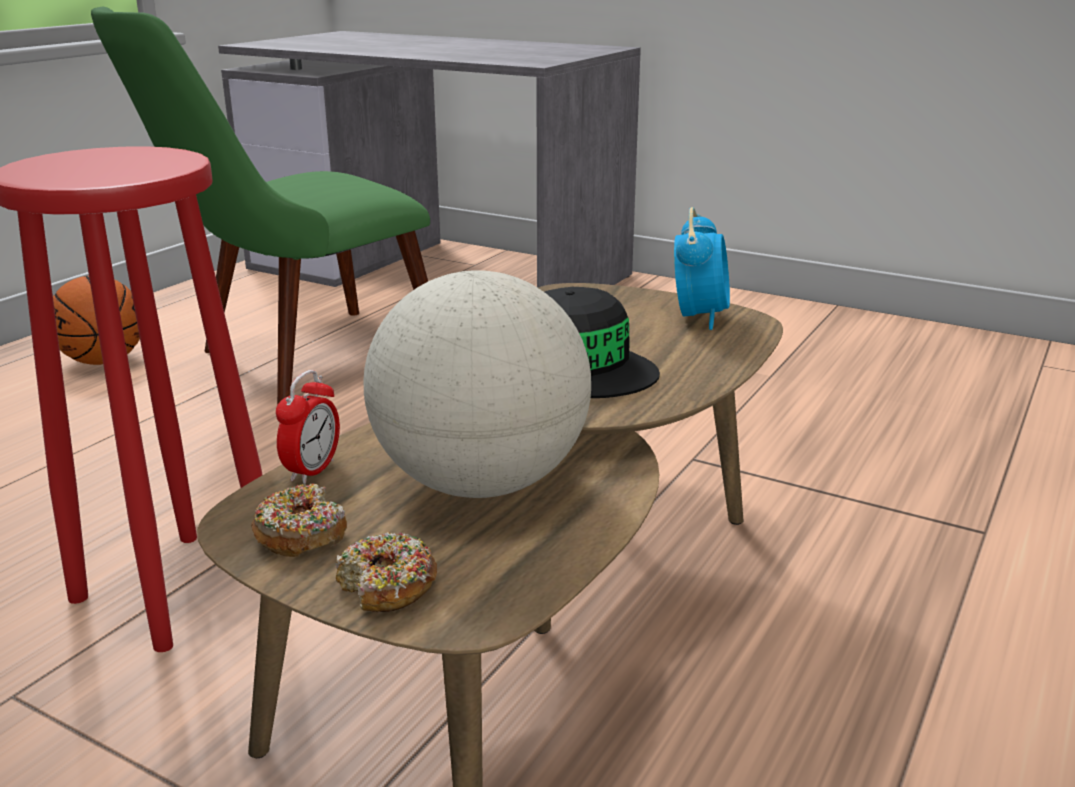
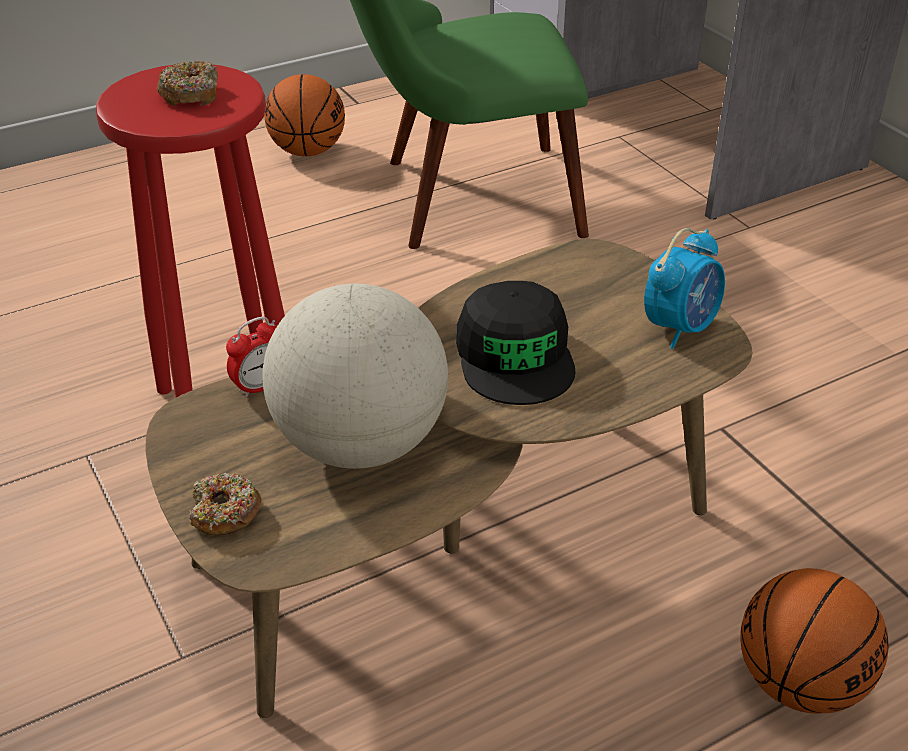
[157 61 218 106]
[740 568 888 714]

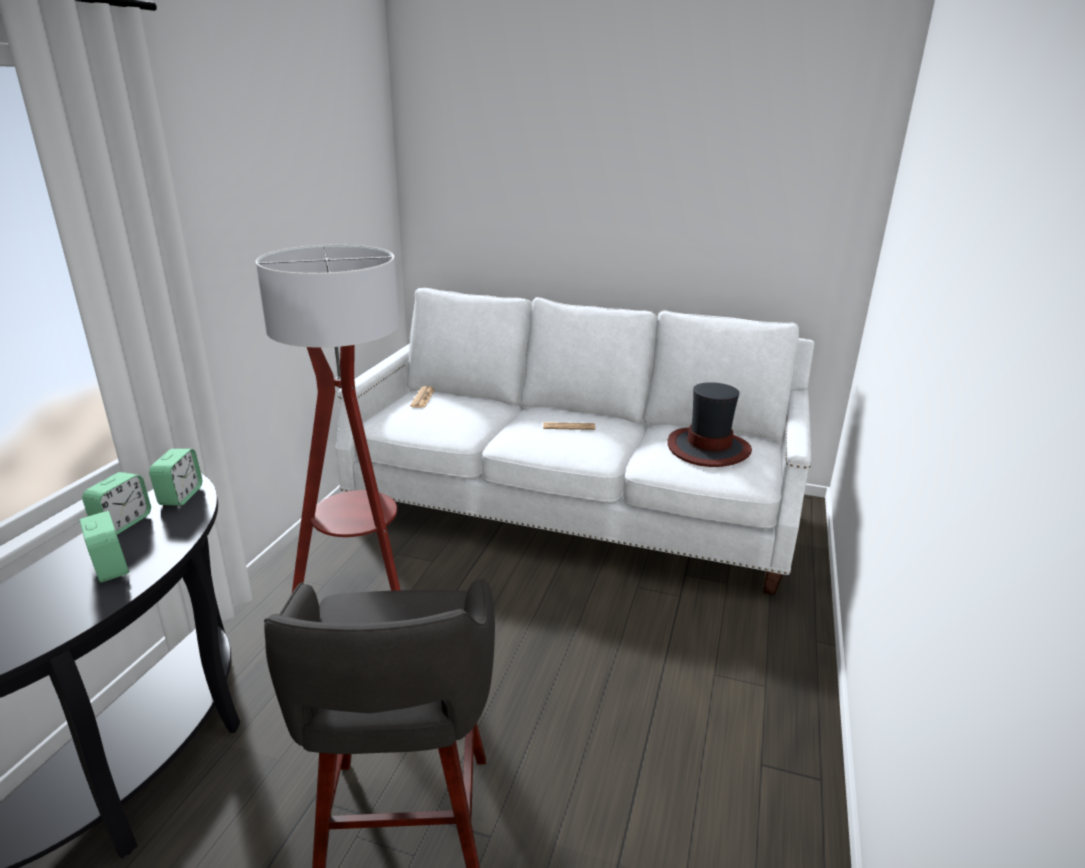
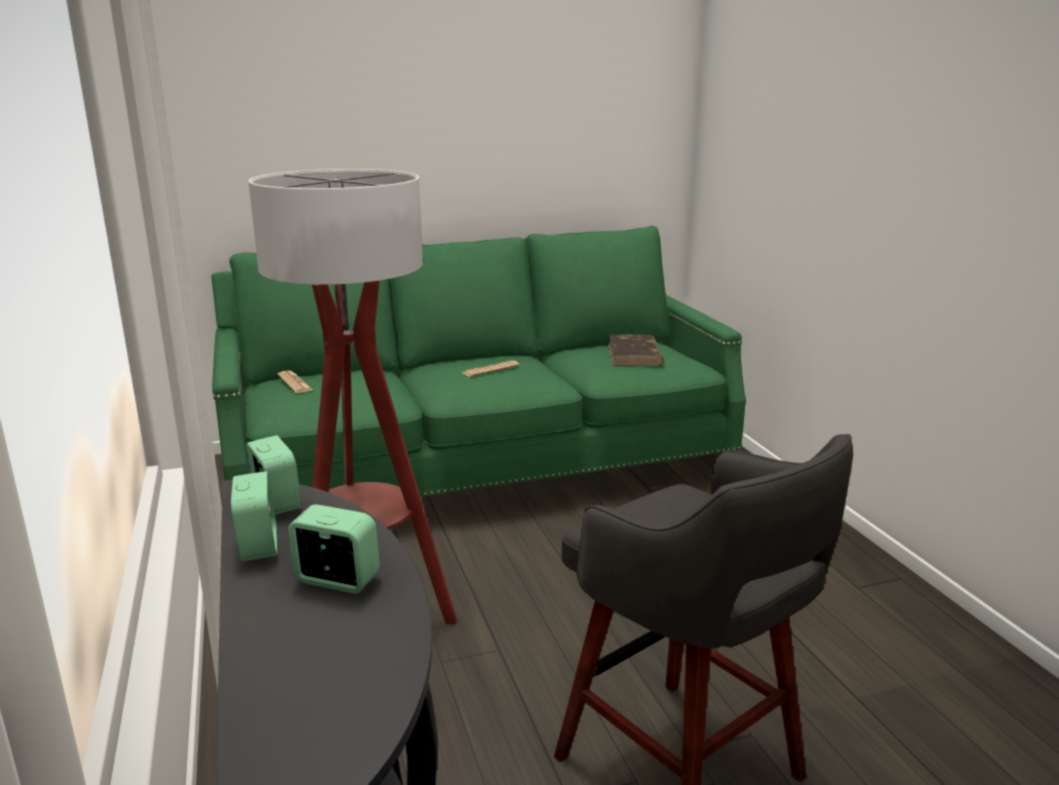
[211 226 746 497]
[608 335 663 366]

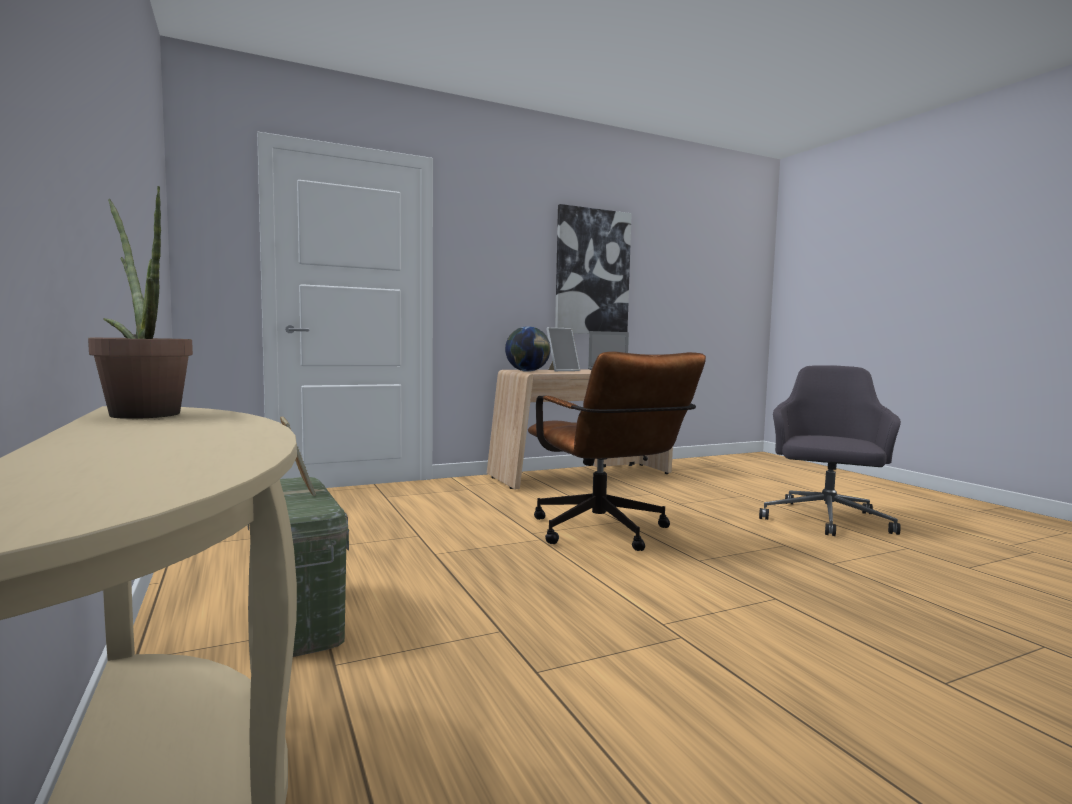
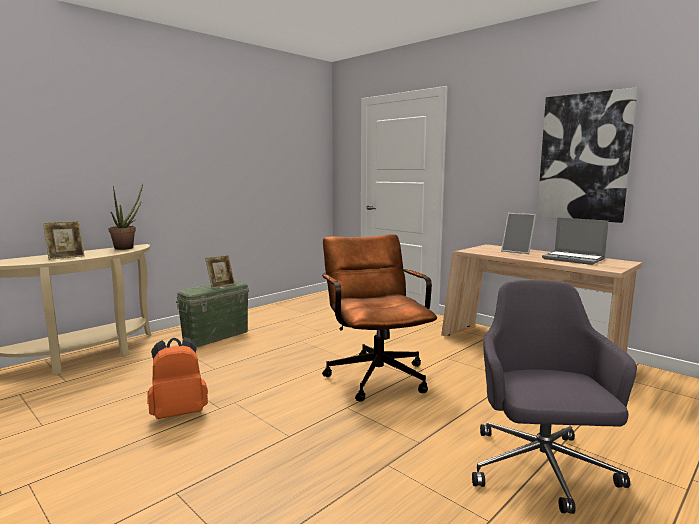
[505 326 550 372] (first image)
[322 234 437 402]
[472 280 637 514]
[43 221 85 260]
[147 337 208 419]

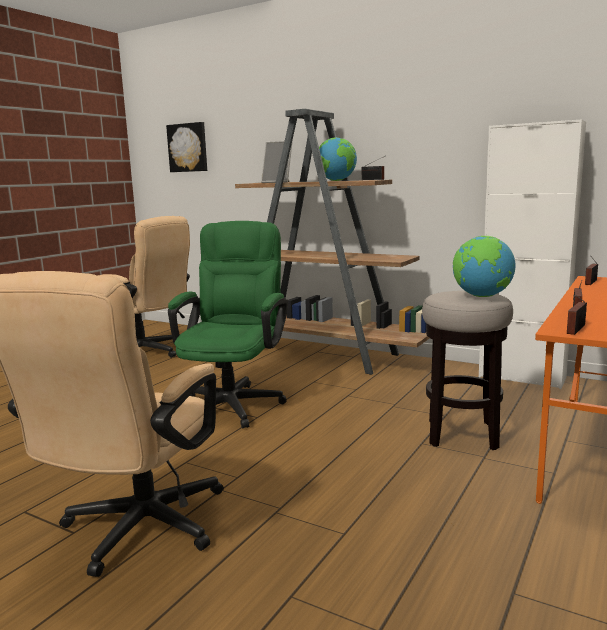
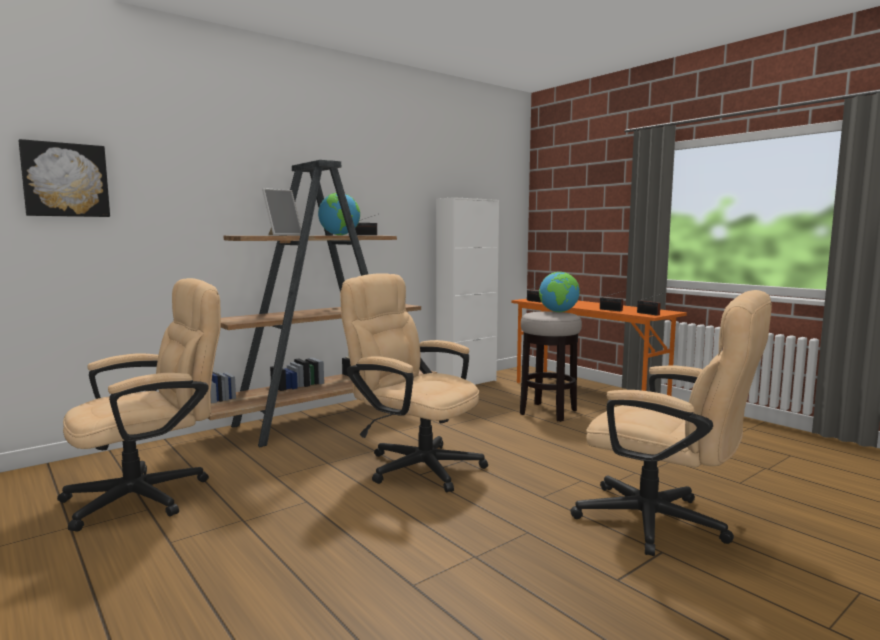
[340 273 488 492]

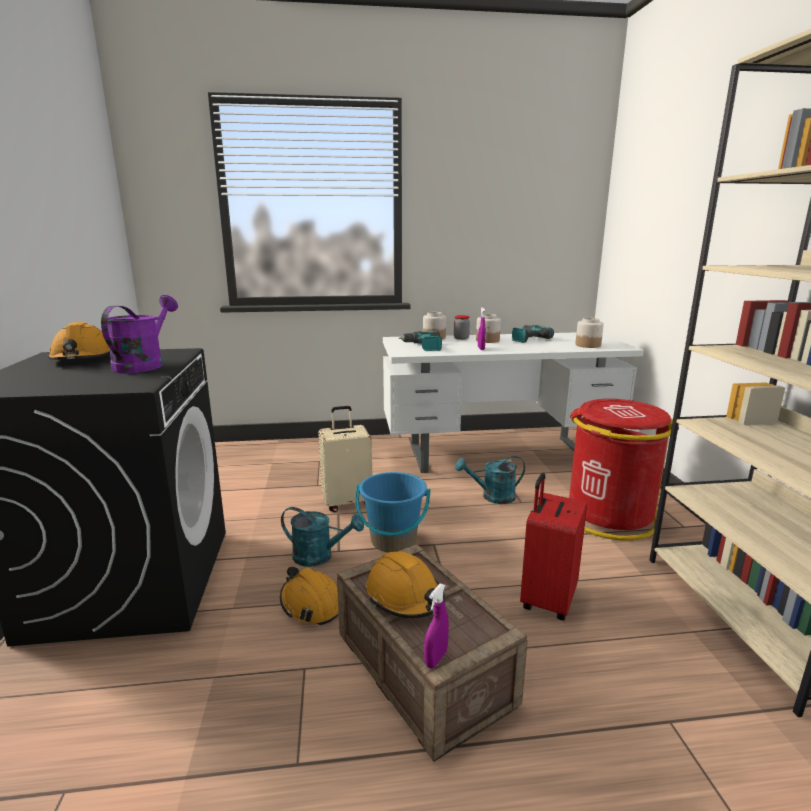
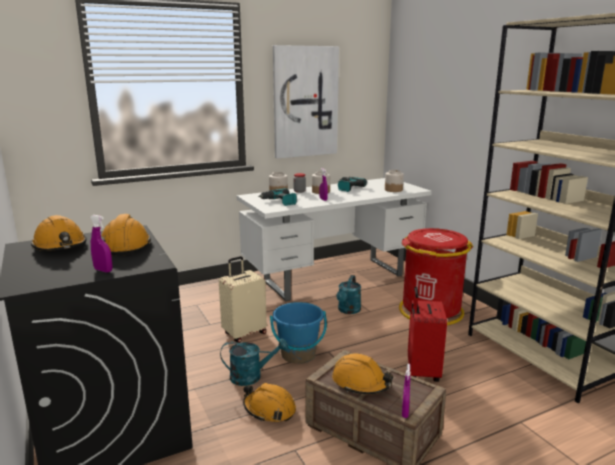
[101 214 151 256]
[336 275 361 314]
[90 215 112 272]
[273 45 339 159]

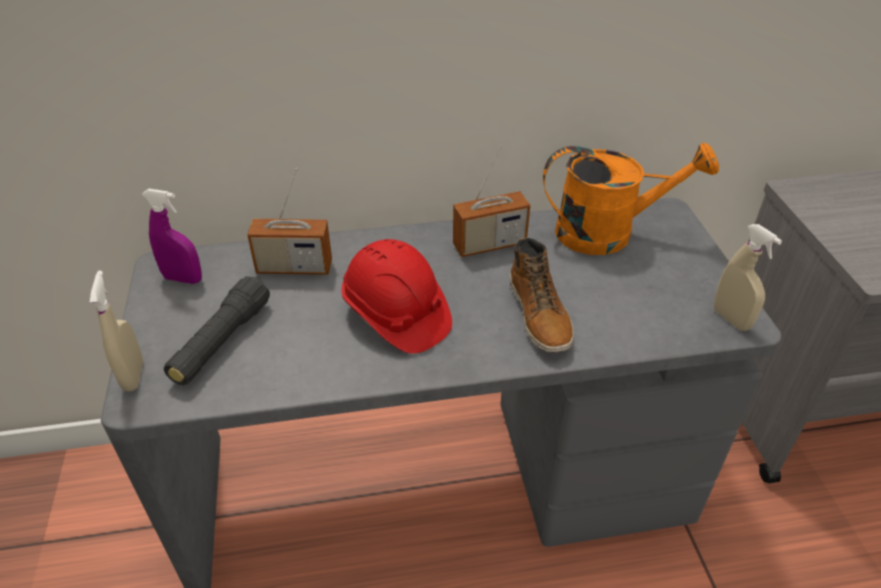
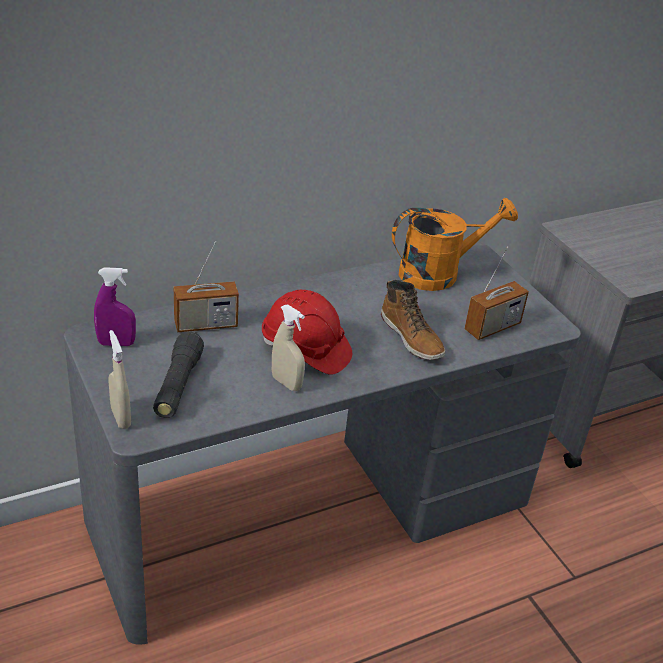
[464 246 529 340]
[272 305 305 391]

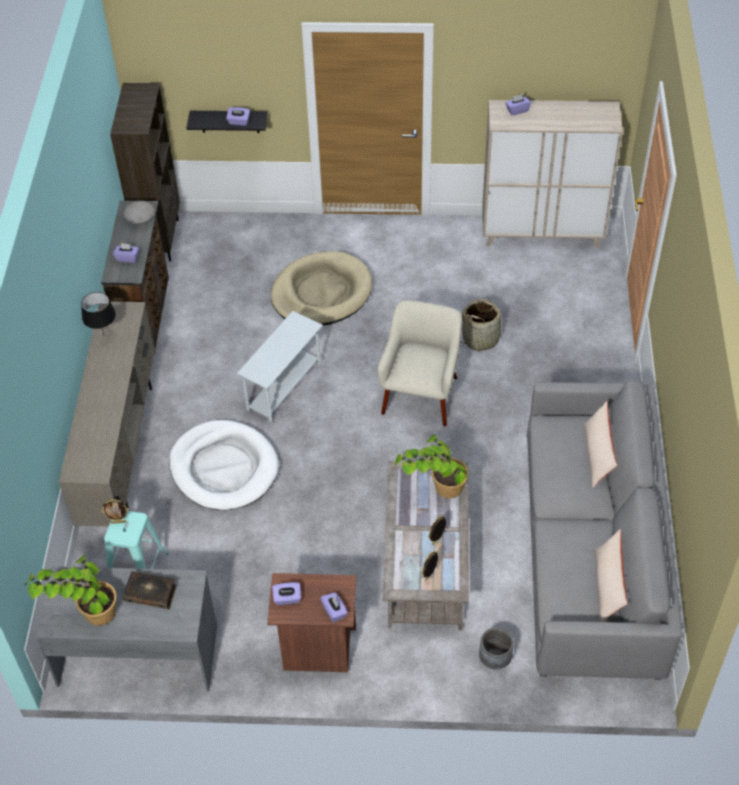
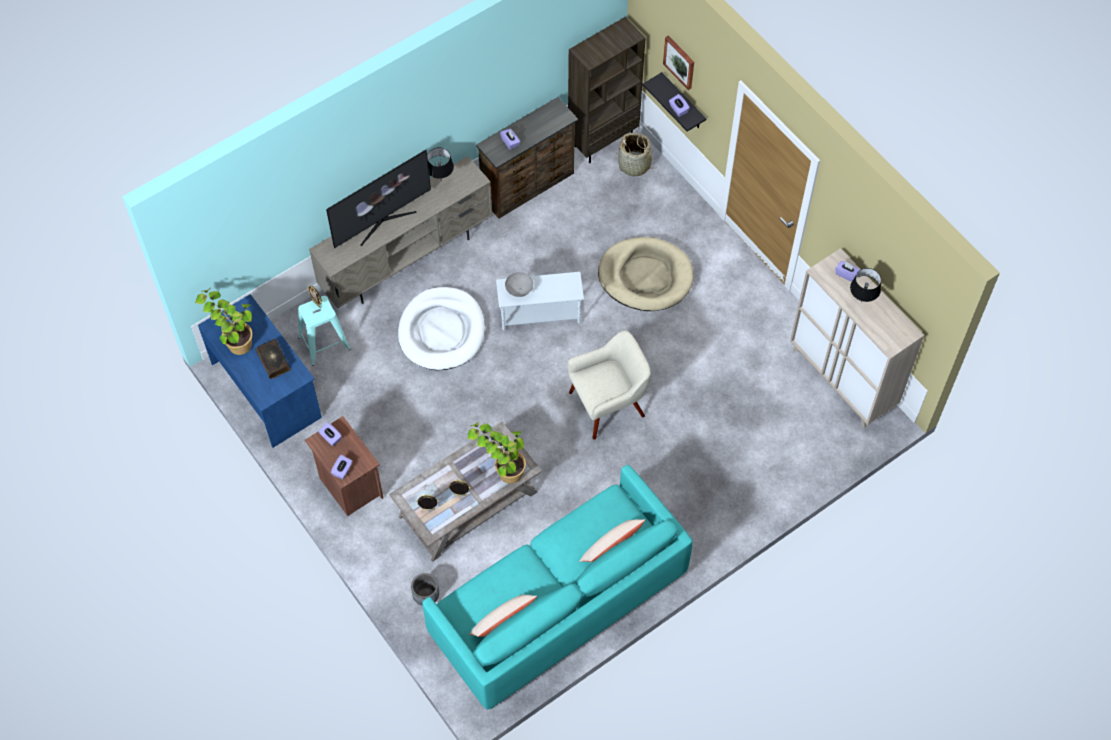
[198 294 322 448]
[505 272 533 297]
[616 133 655 176]
[422 465 693 709]
[326 150 431 248]
[663 36 694 90]
[850 268 881 303]

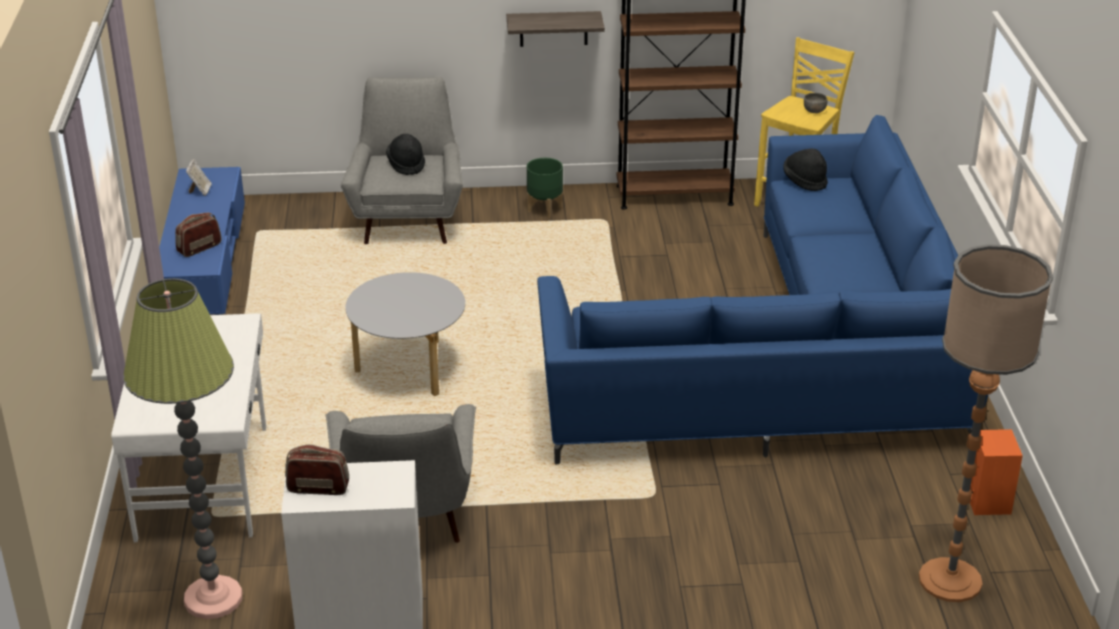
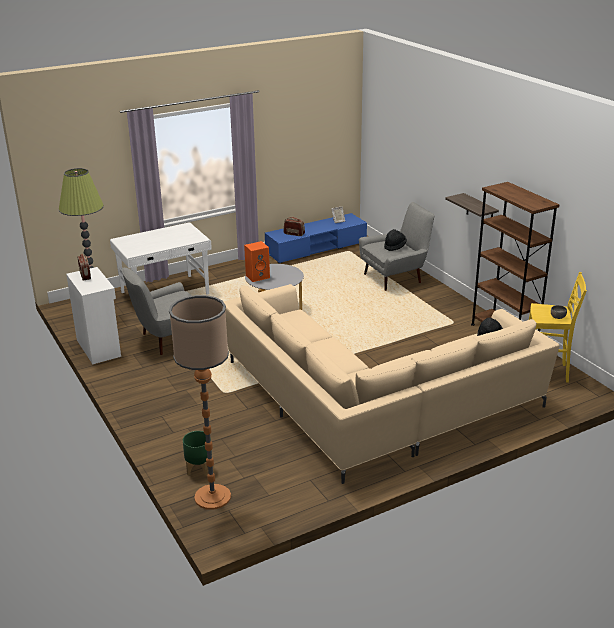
[183 431 212 476]
[223 284 560 484]
[244 241 270 282]

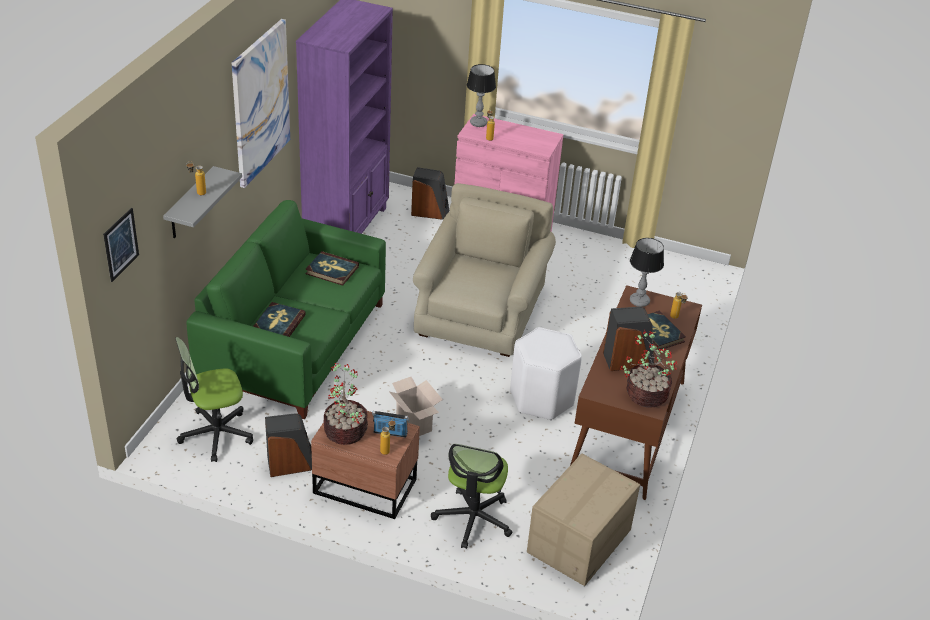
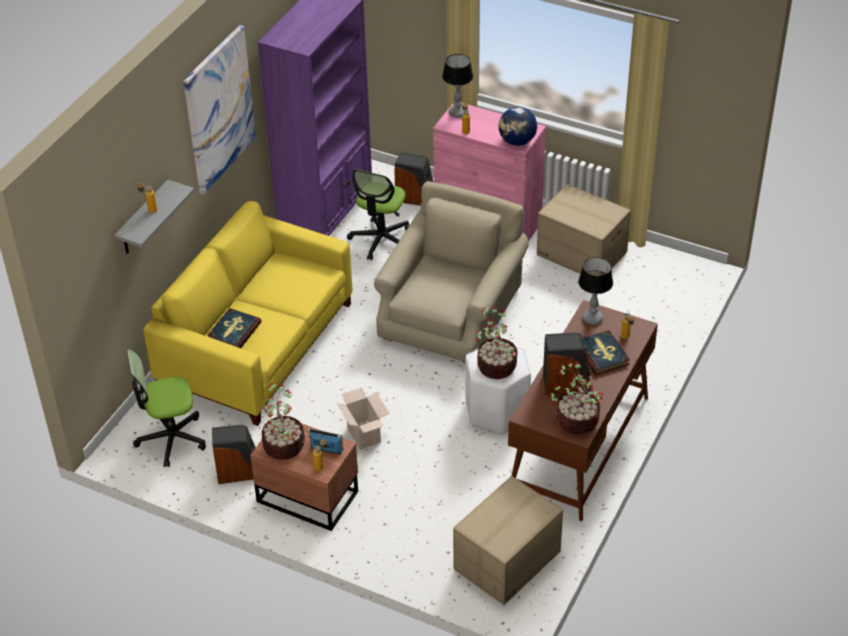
[103 208 139 282] (first image)
[143 201 353 426]
[305 251 359 286] (first image)
[347 169 409 260]
[476 306 518 379]
[499 107 537 146]
[537 184 631 276]

